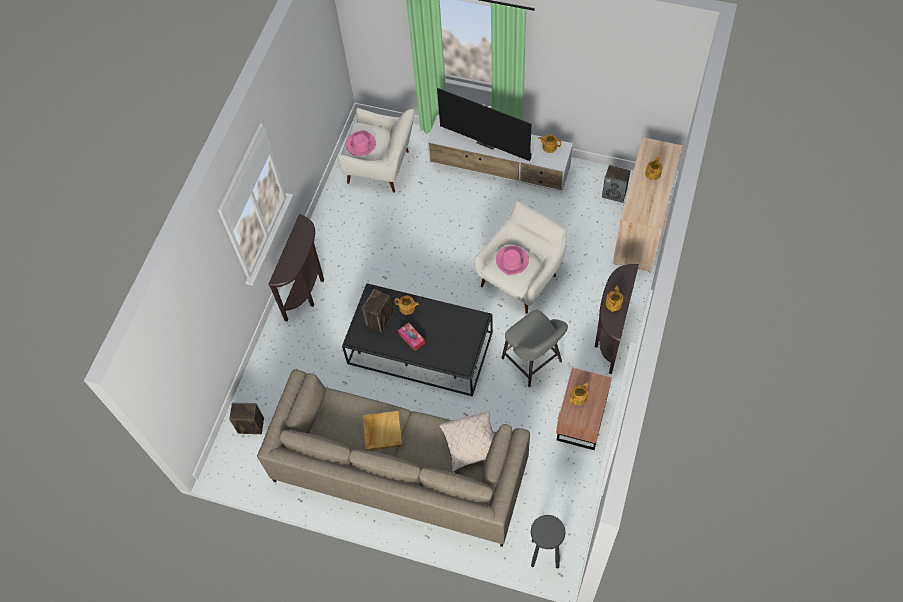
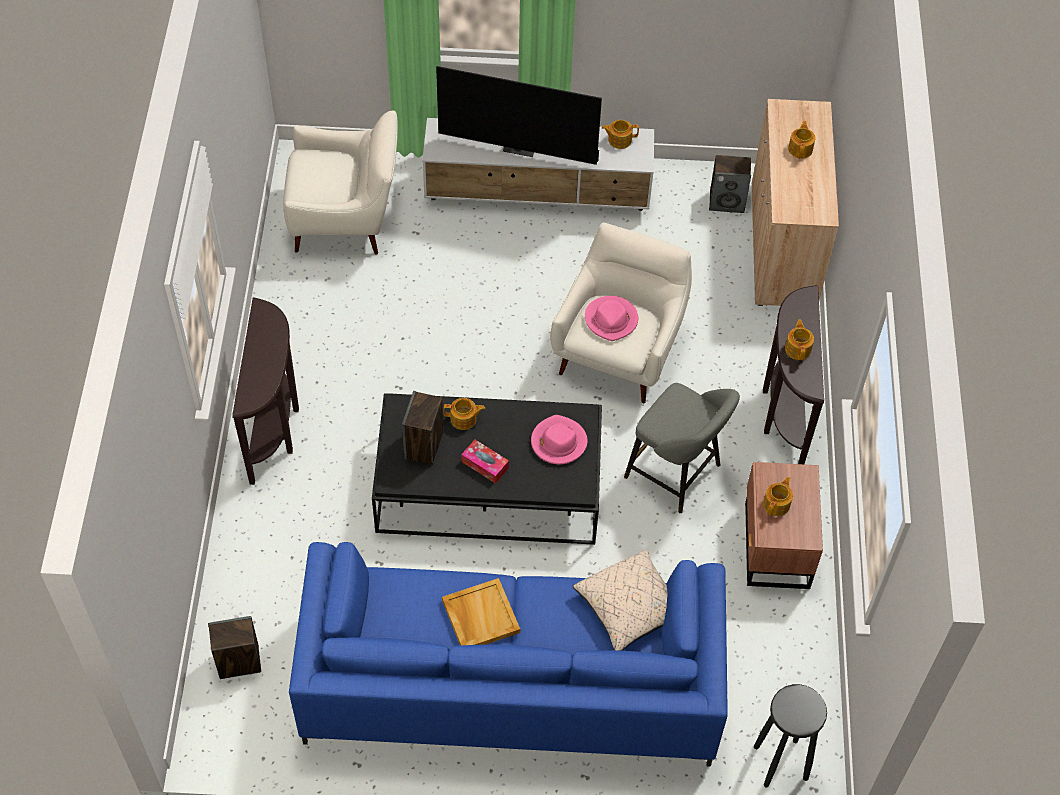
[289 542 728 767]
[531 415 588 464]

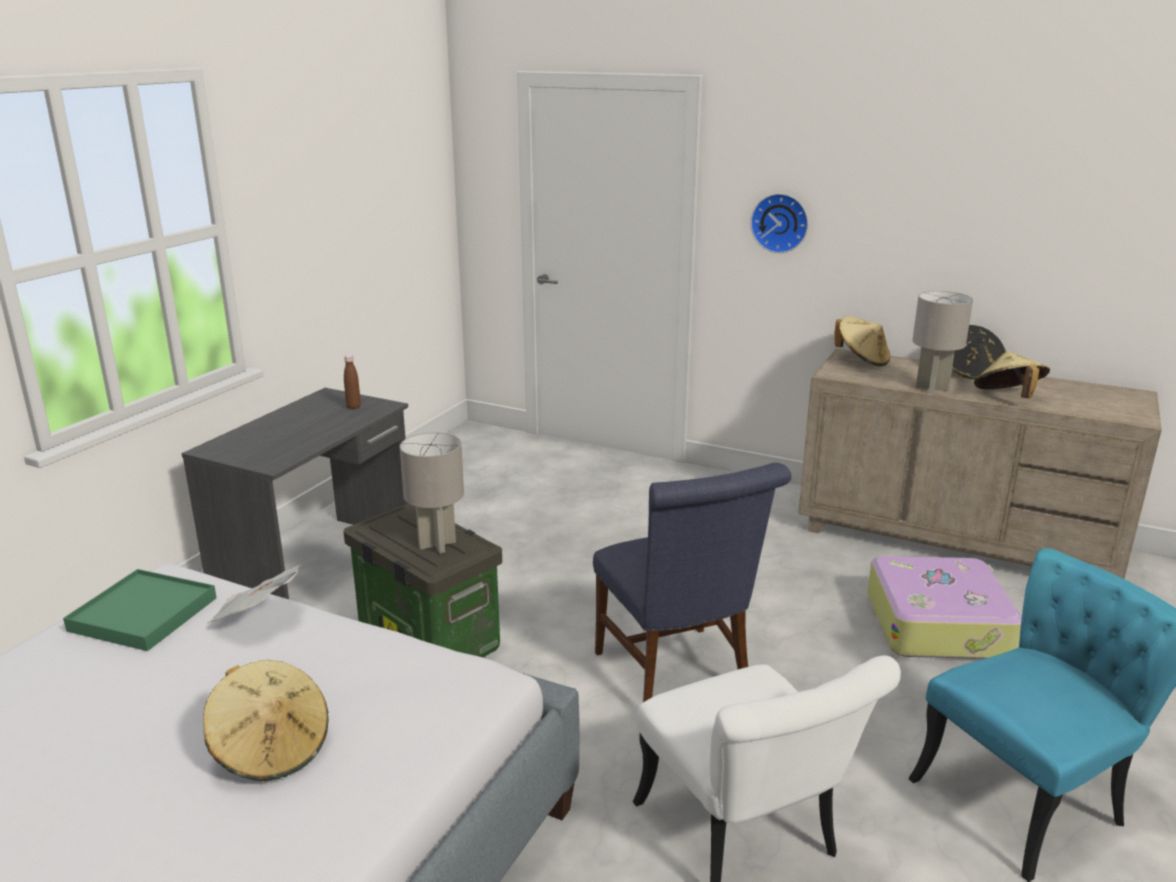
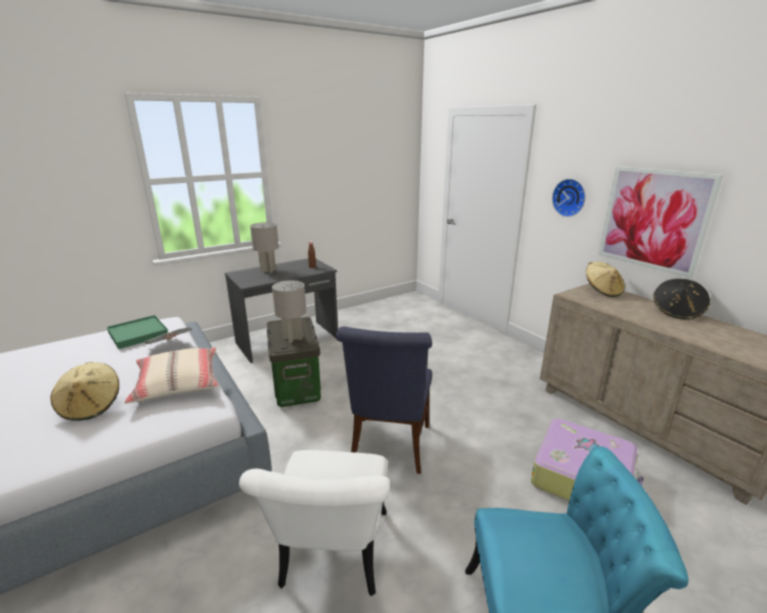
[250 222 279 273]
[974 351 1050 398] (first image)
[124 348 218 404]
[598 166 723 278]

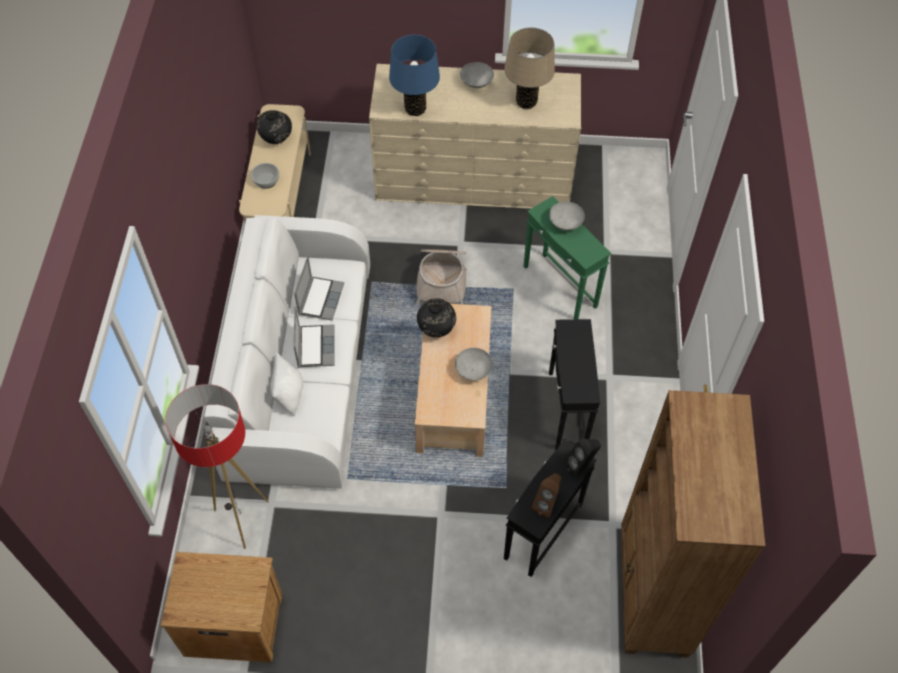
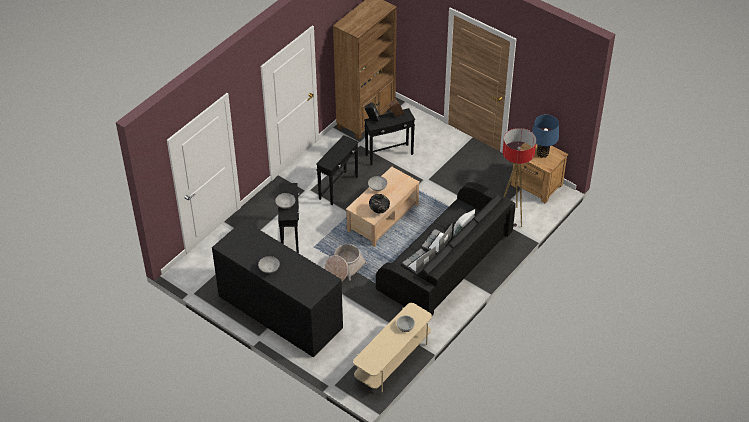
[376 182 516 316]
[256 110 292 144] (first image)
[212 220 343 357]
[532 115 559 158]
[504 28 555 109] (first image)
[278 183 299 253]

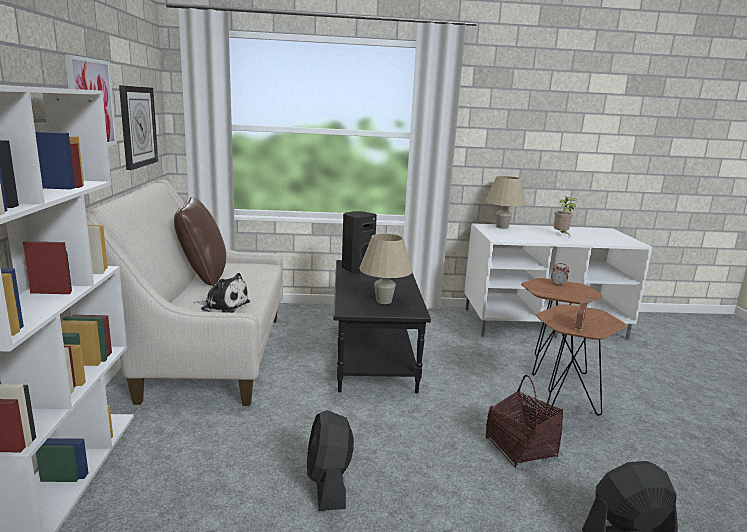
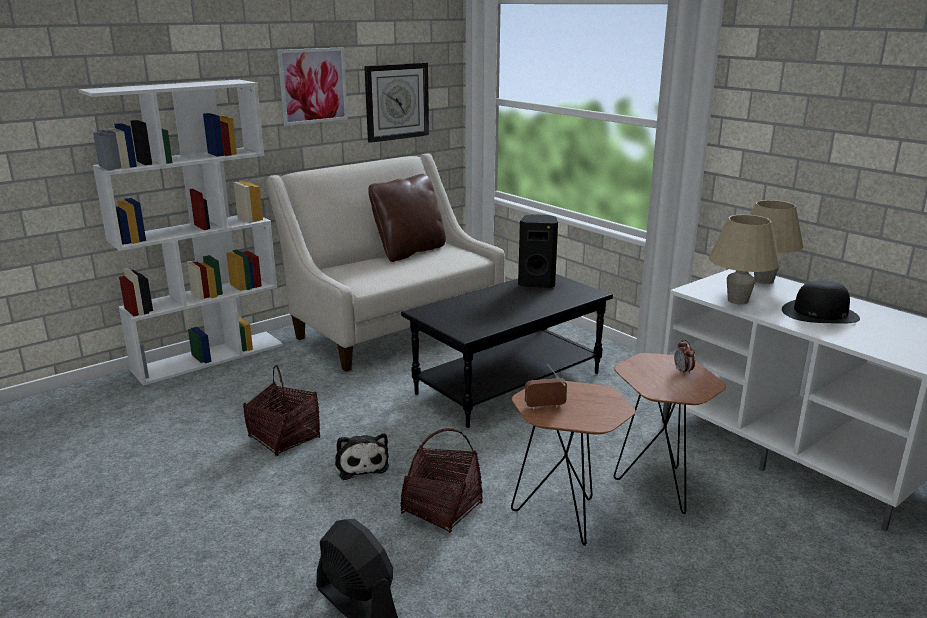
[335 433 389 480]
[243 365 320 456]
[709 214 780 304]
[782 280 860 323]

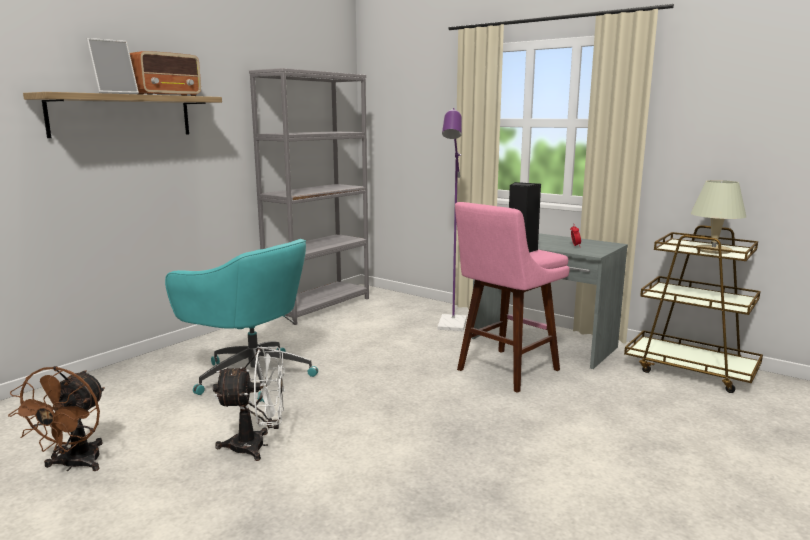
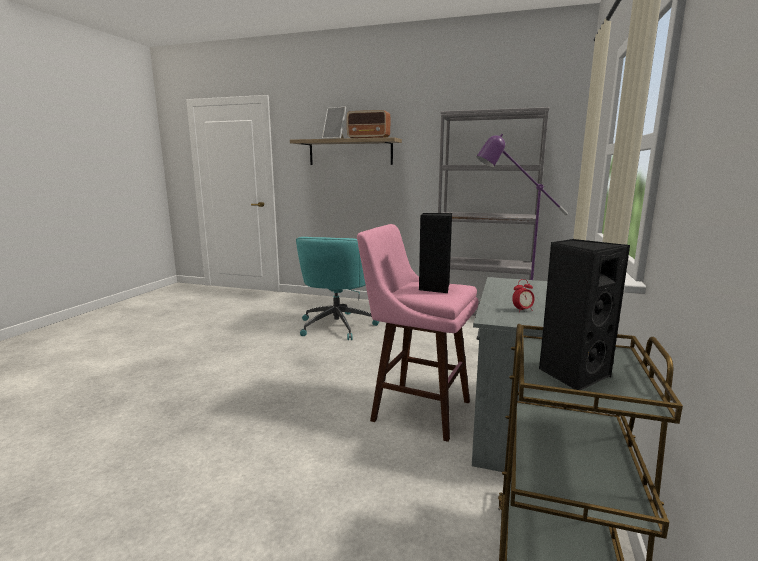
[8 366 105 471] (first image)
[213 347 285 461] (first image)
[539 239 630 390]

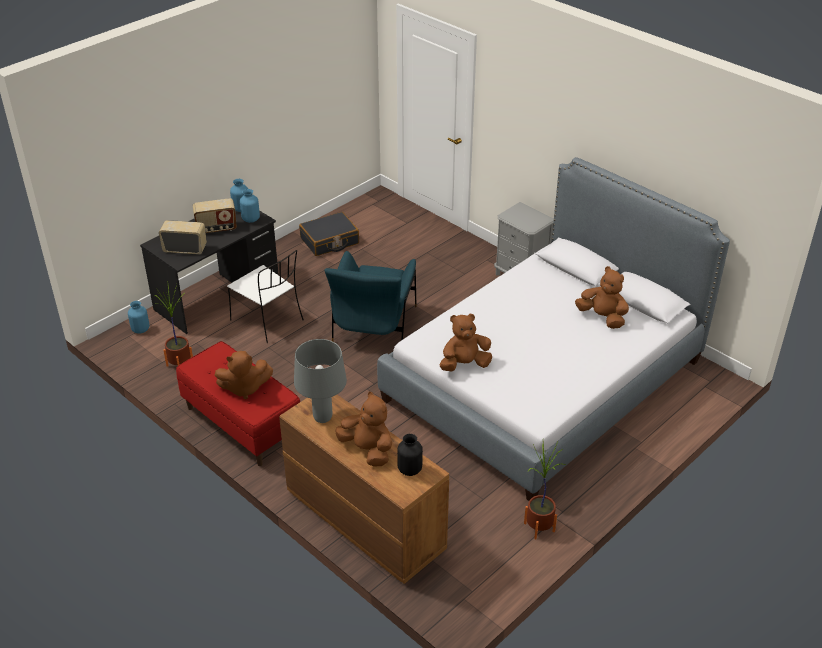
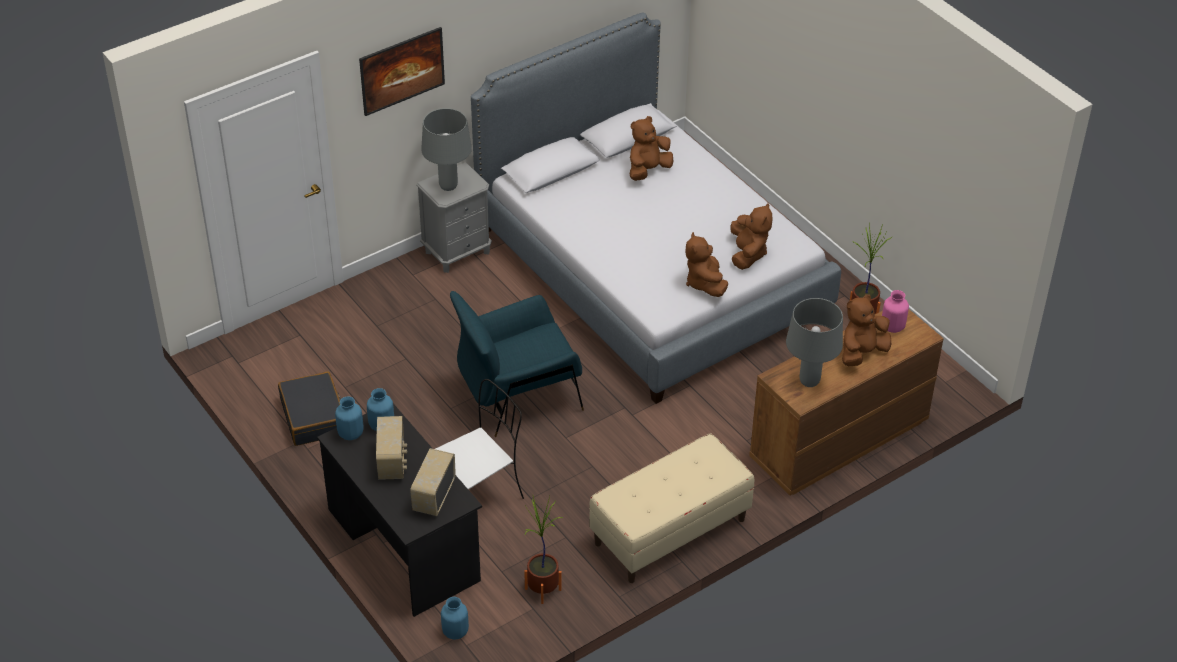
[589 433 754 583]
[730 203 772 270]
[450 291 584 437]
[882 290 909 333]
[359 27 445 116]
[421 108 472 191]

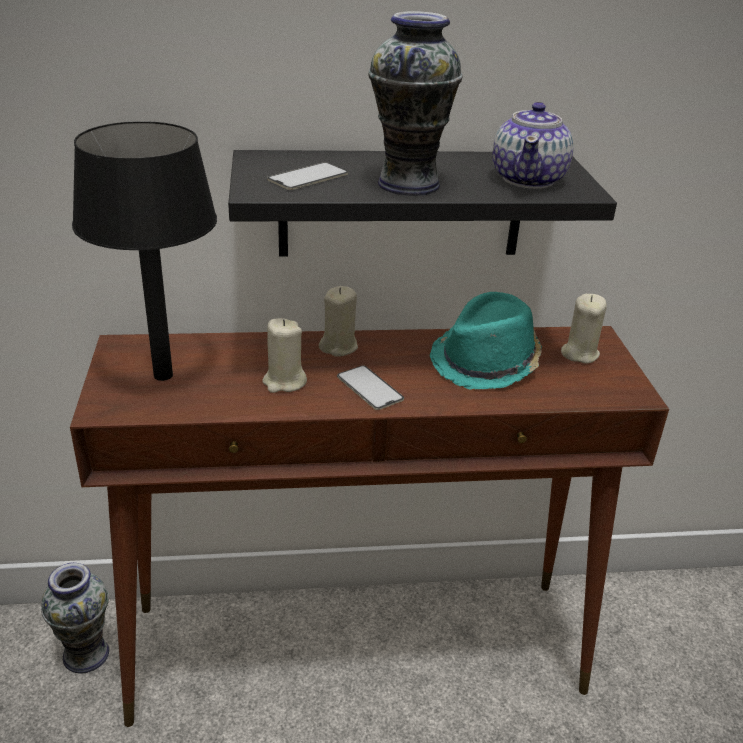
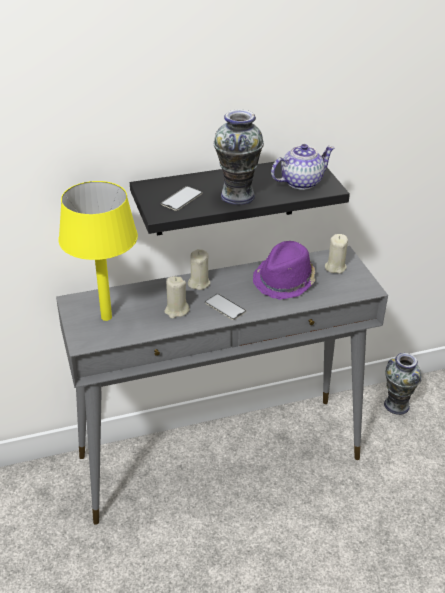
[384 353 422 415]
[56 246 388 525]
[59 181 138 321]
[253 241 316 300]
[271 144 335 190]

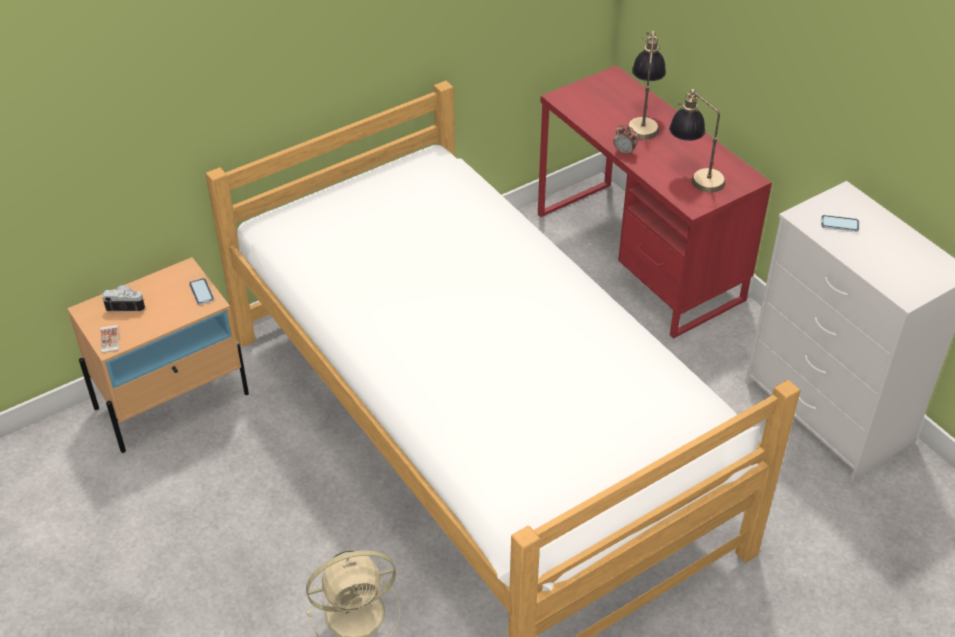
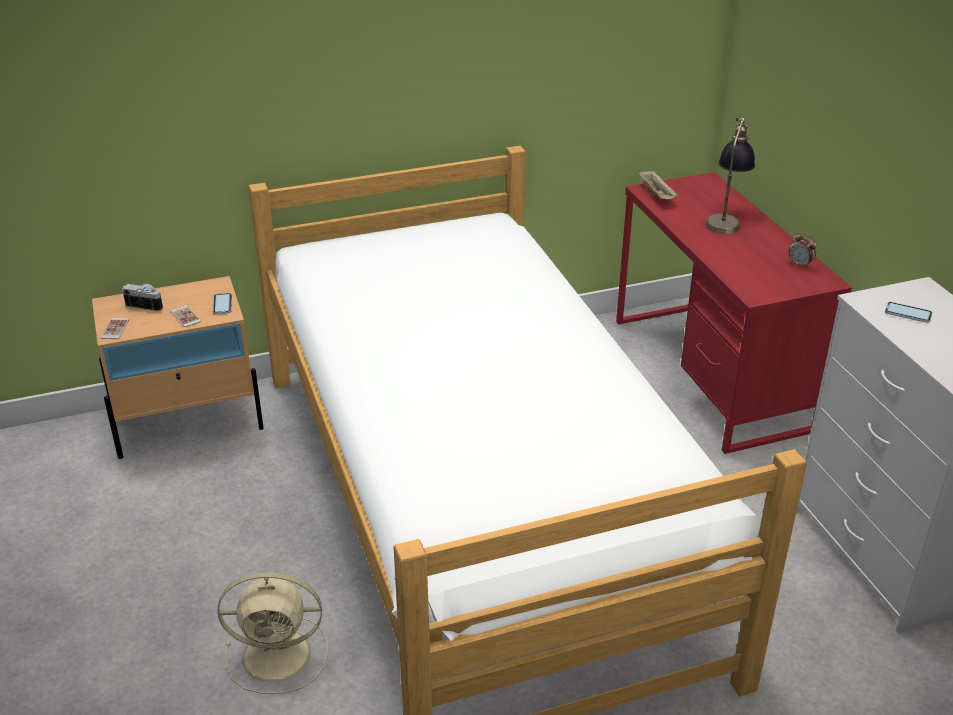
[789 232 817 269]
[669 89 726 193] (first image)
[171 306 201 327]
[638 170 678 199]

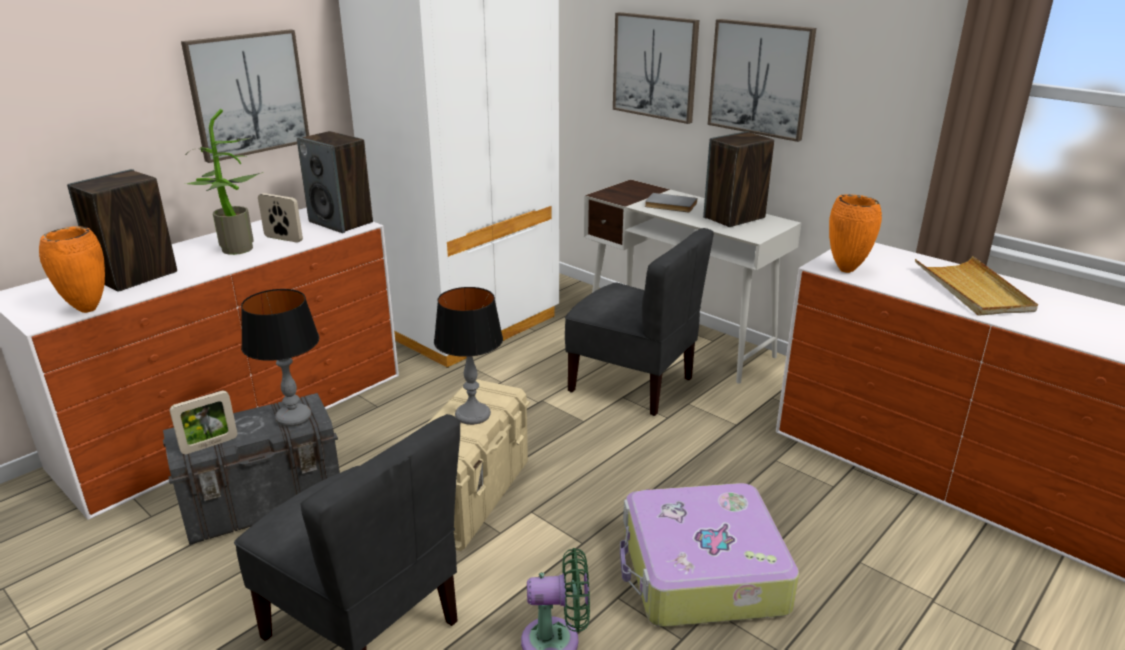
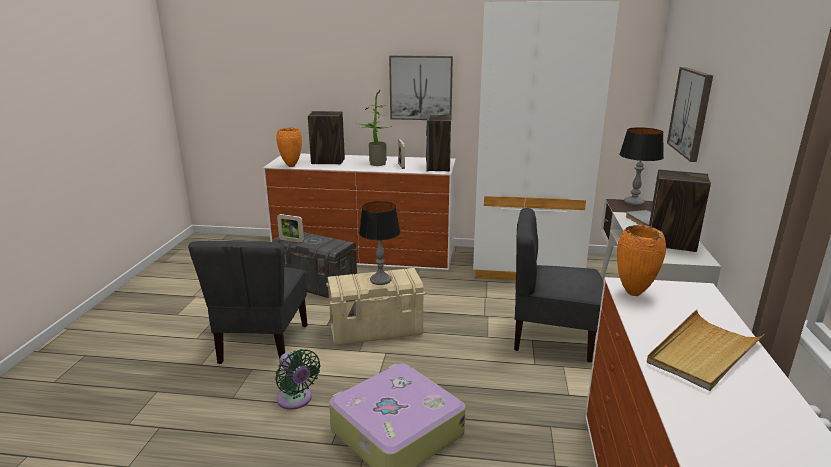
[619 127 664 206]
[514 208 604 363]
[708 19 816 142] (first image)

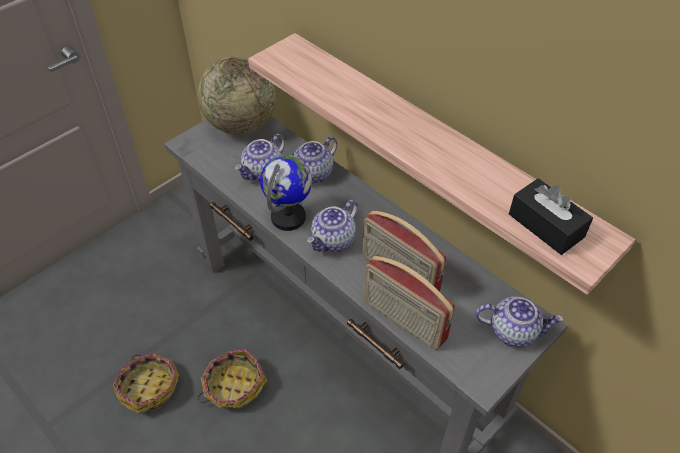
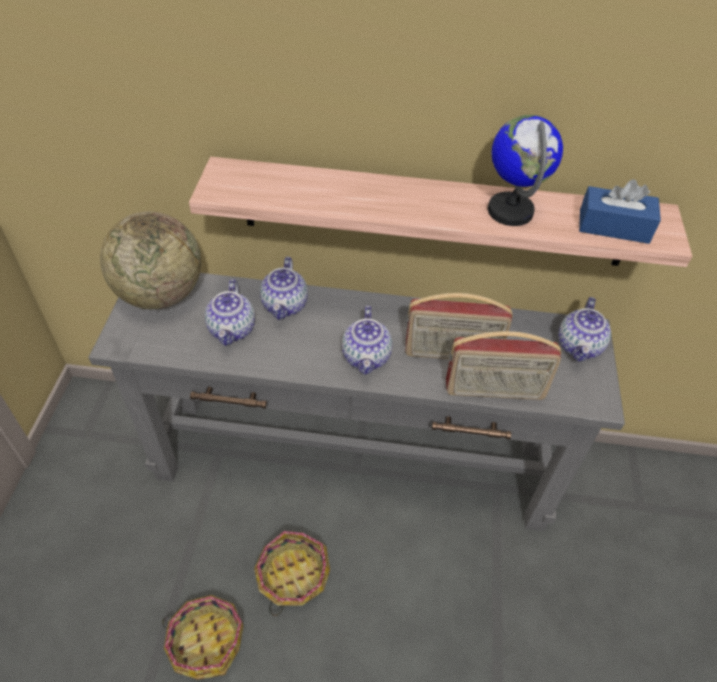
[488 115 563 226]
[558 297 611 361]
[579 179 661 244]

